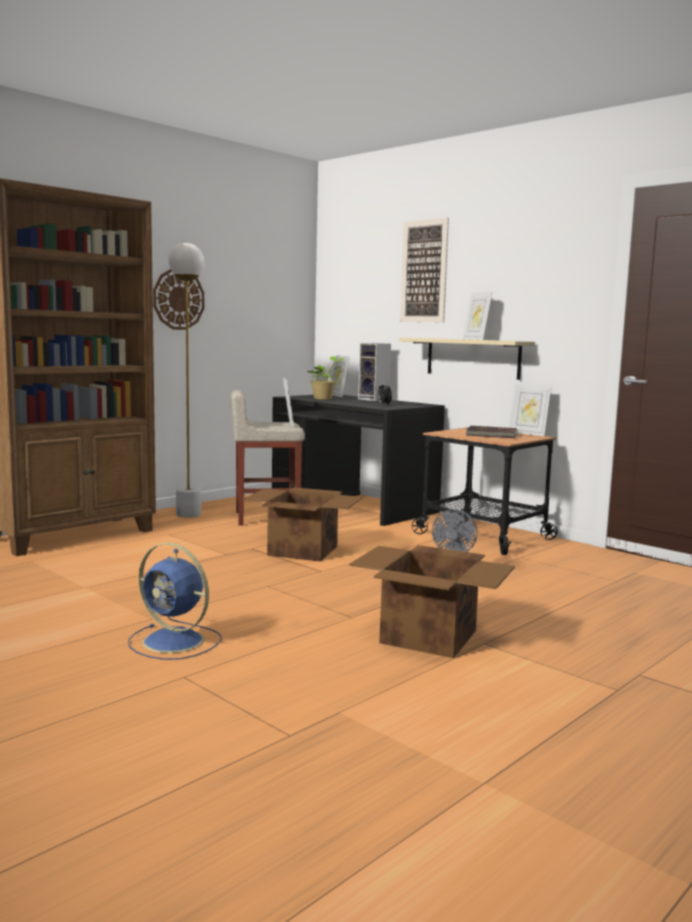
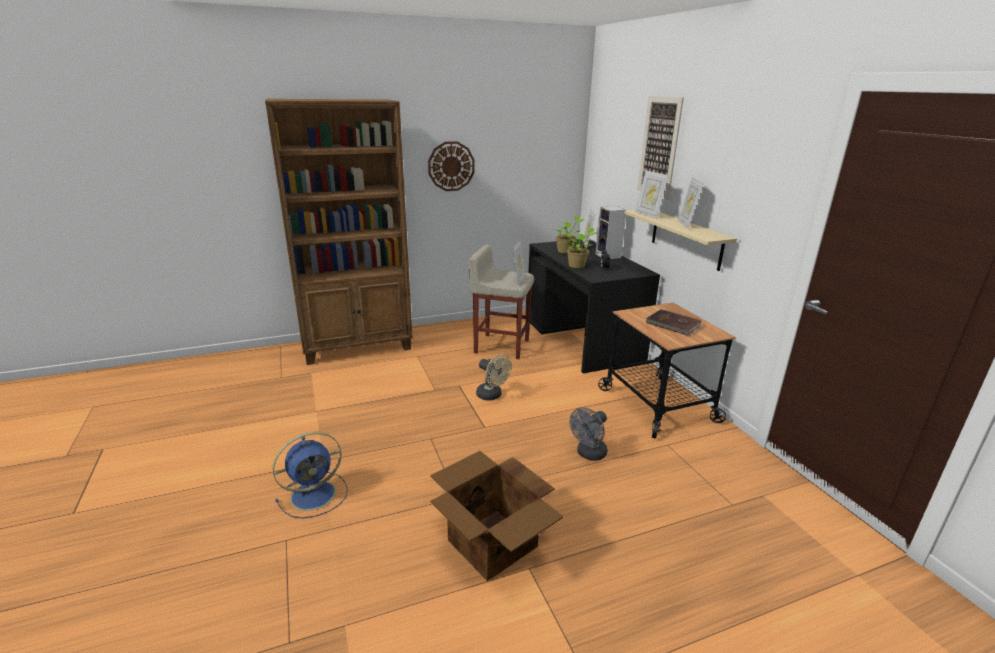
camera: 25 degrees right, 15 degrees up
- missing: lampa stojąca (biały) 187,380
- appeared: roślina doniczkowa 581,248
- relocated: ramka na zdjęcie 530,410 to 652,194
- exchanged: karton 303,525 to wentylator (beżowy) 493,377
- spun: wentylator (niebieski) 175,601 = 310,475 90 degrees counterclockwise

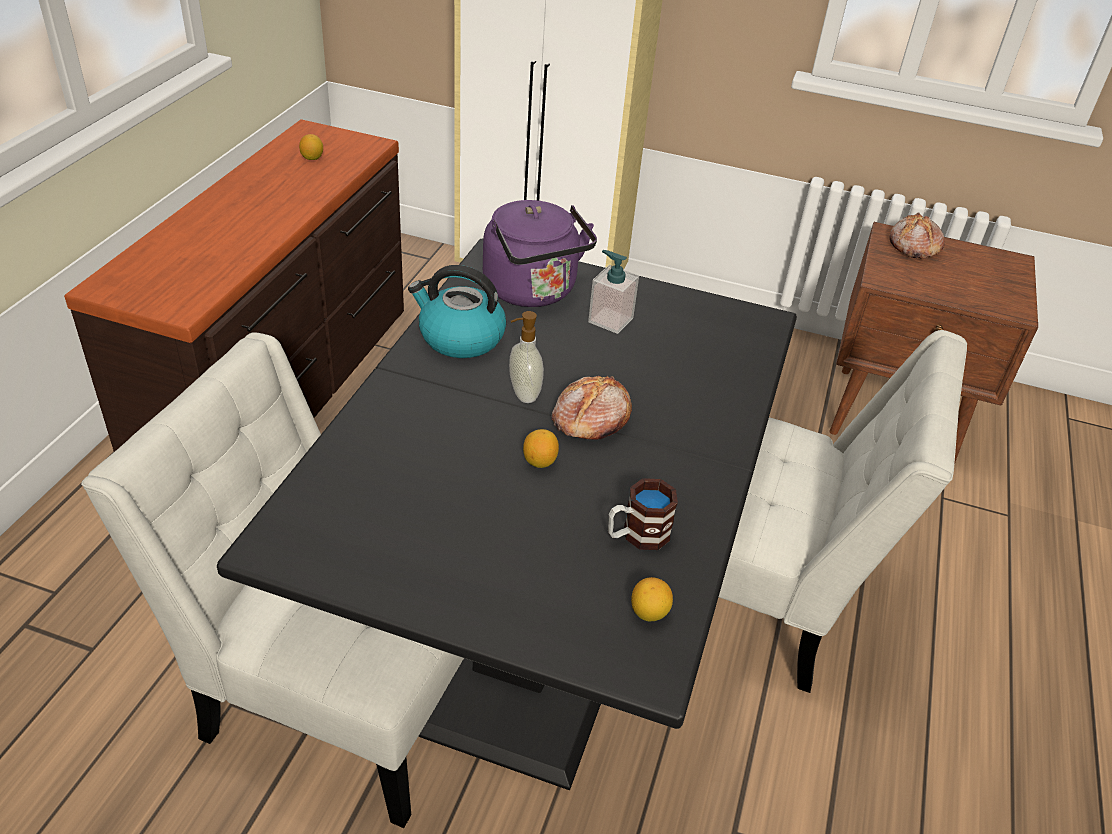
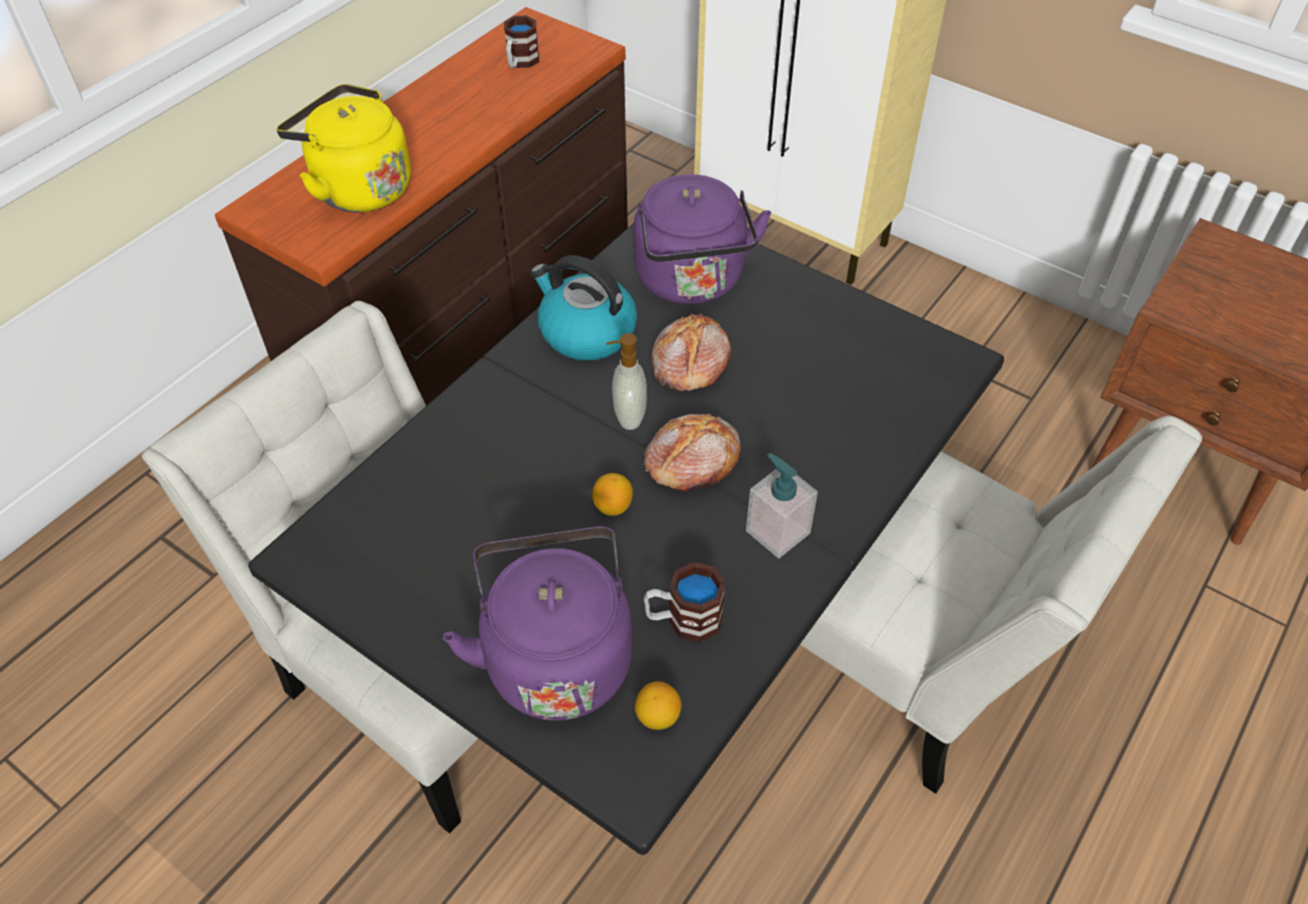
camera: 20 degrees right, 10 degrees up
- appeared: czajnik (żółty) 343,148
- appeared: czajnik (fioletowy) 537,623
- relocated: dozownik mydła 613,292 to 782,505
- relocated: chleb 917,235 to 691,352
- exchanged: cytryna 311,147 to kubek 521,42

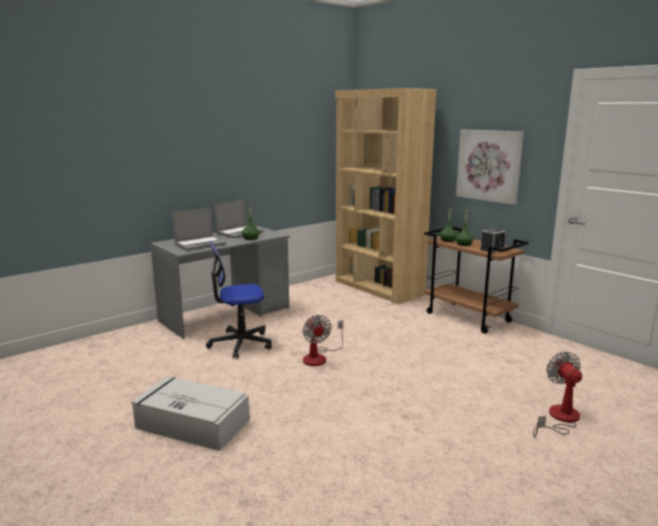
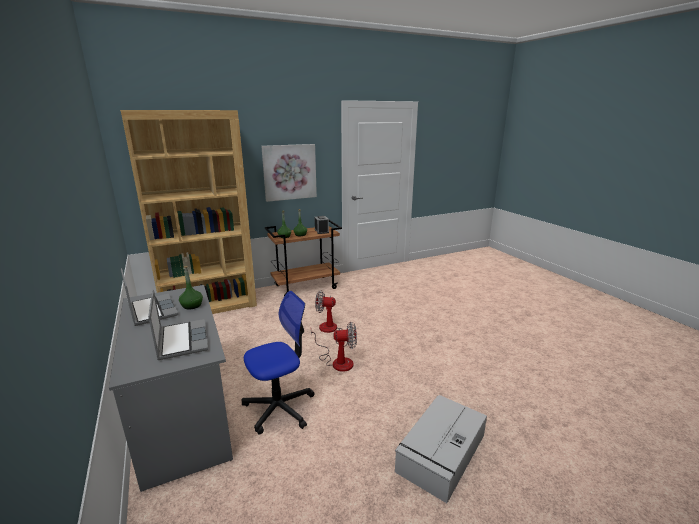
camera: 75 degrees left, 5 degrees up
- relocated: wentylator 557,394 to 331,318
- spun: krzesło biurowe 239,300 = 278,362 120 degrees counterclockwise

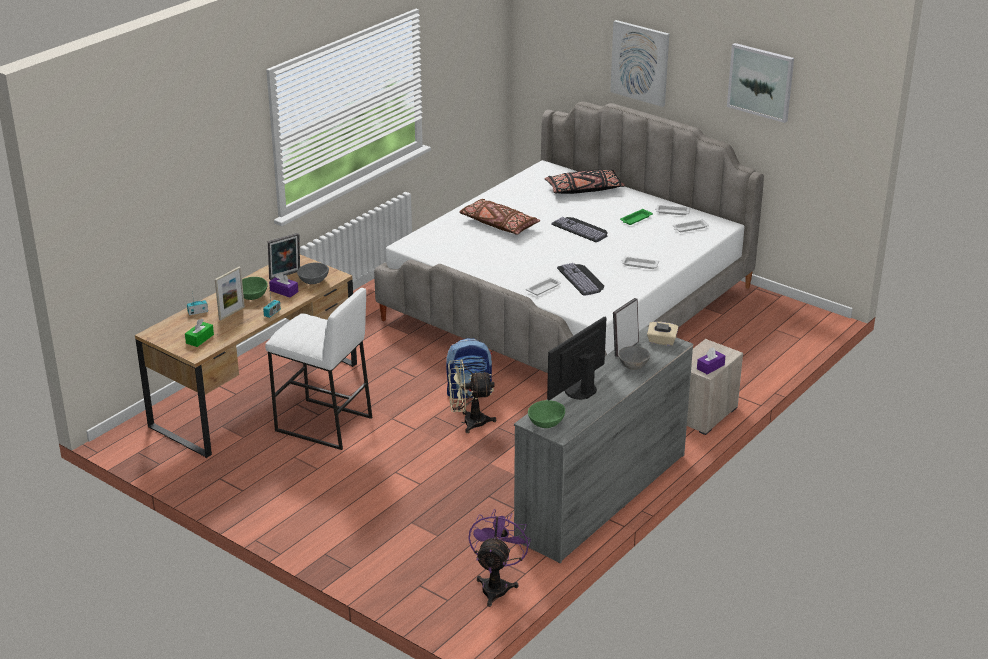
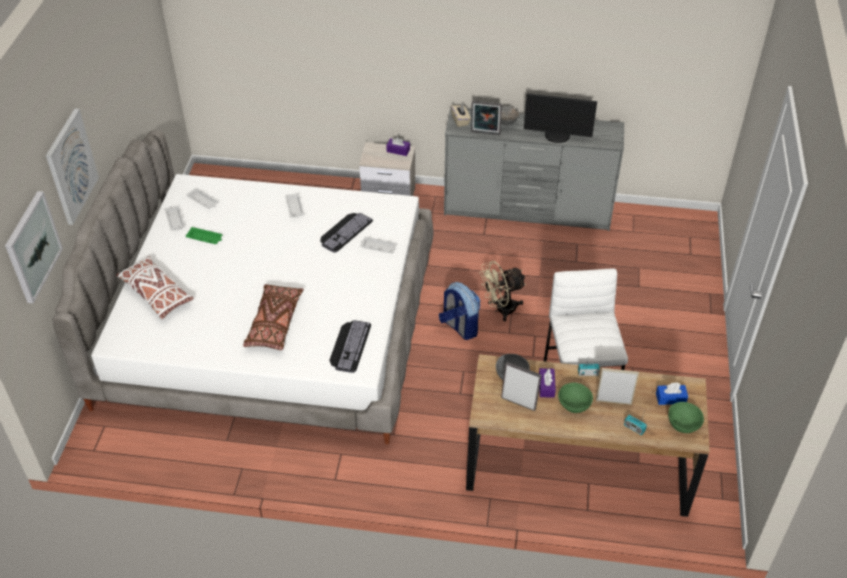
camera: 120 degrees left, 15 degrees up
- missing: wentylator (fioletowy) 499,558
- relocated: miska (zielony) 546,414 to 686,417
- relocated: klawiatura 579,229 to 350,346
- relocated: obraz 760,83 to 34,247
- colour: pudełko chusteczek (zielony) 199,333 to pudełko chusteczek (niebieski) 672,393
- colour: poduszka (czarny) 584,181 to poduszka (biały) 155,287
- spun: wentylator (beżowy) 472,396 = 503,291 105 degrees clockwise

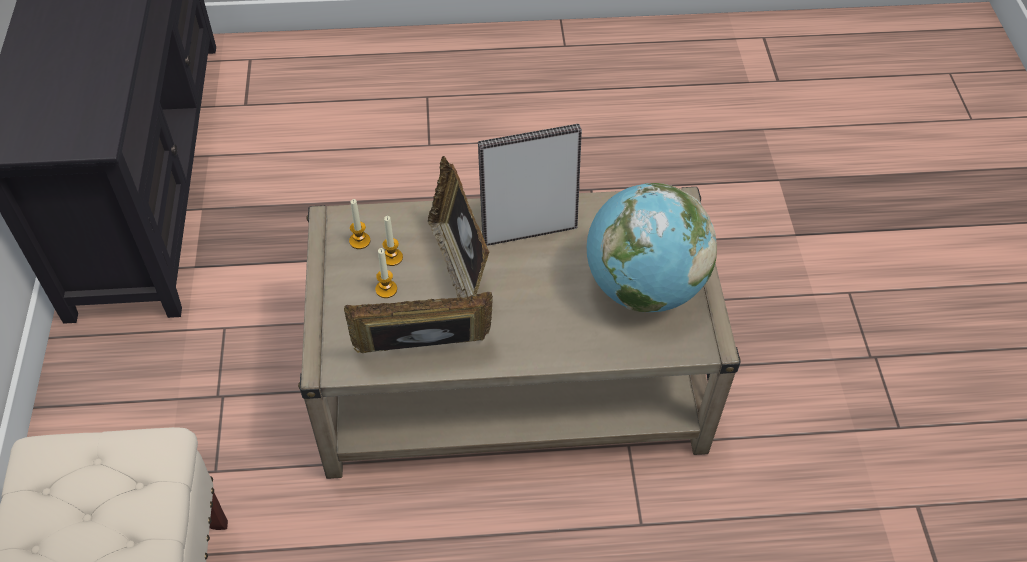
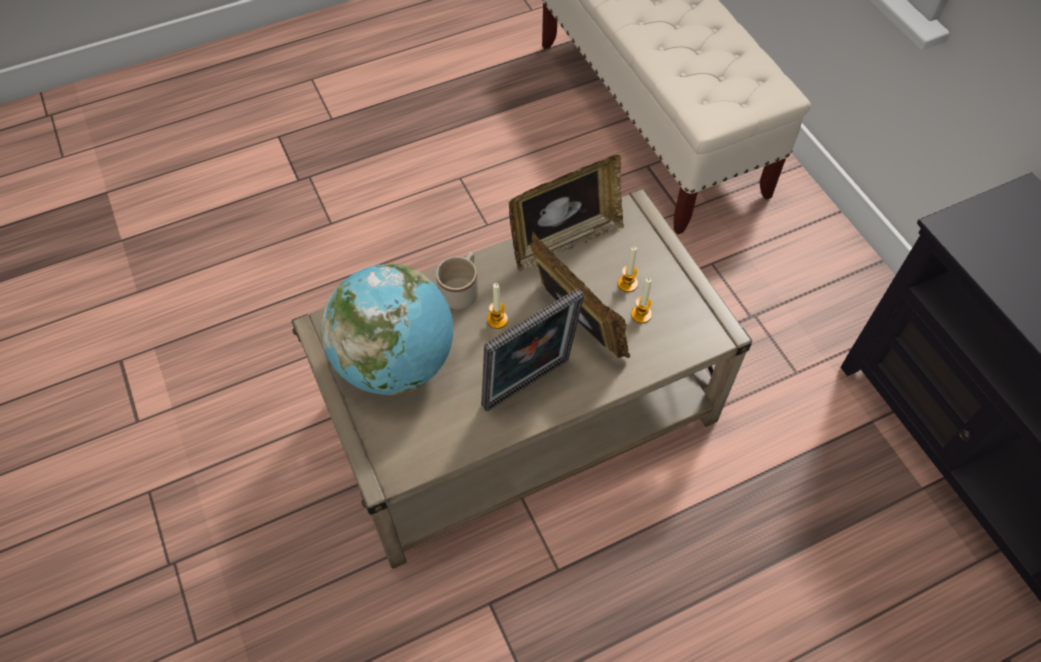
camera: 160 degrees right, 5 degrees up
- appeared: kubek (beżowy) 457,280
- relocated: świeca 360,224 to 497,306

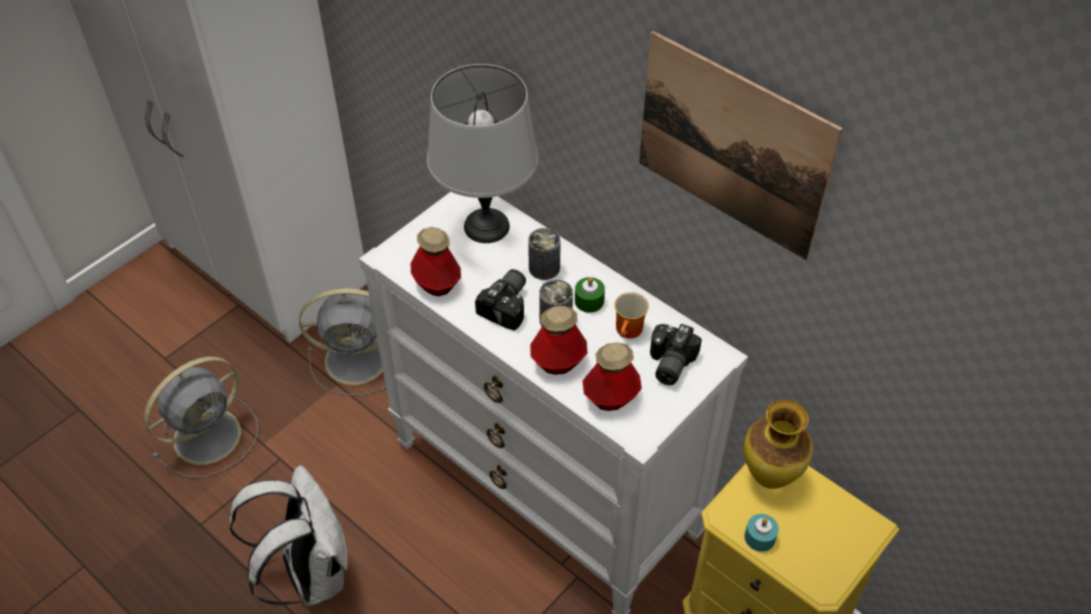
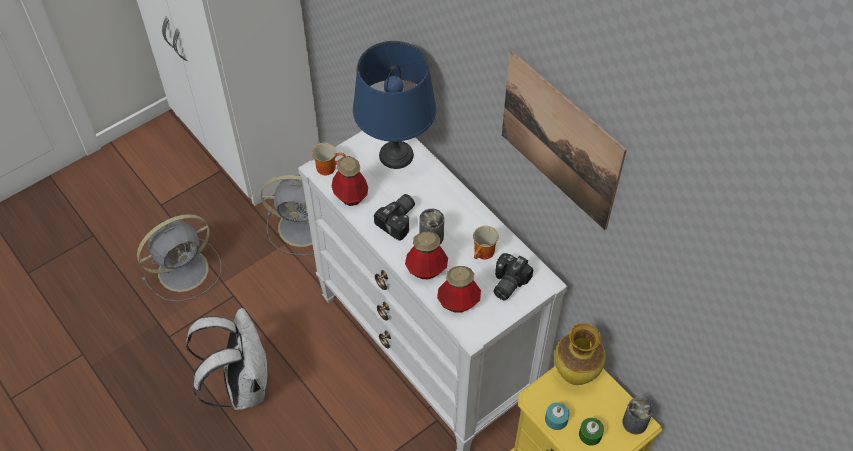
camera: 10 degrees right, 5 degrees up
- appeared: kubek 329,159
- relocated: puszka 544,254 to 637,415
- relocated: świeca (zielony) 590,295 to 591,432
- colour: lampa stołowa (szary) 483,153 to lampa stołowa (niebieski) 394,105

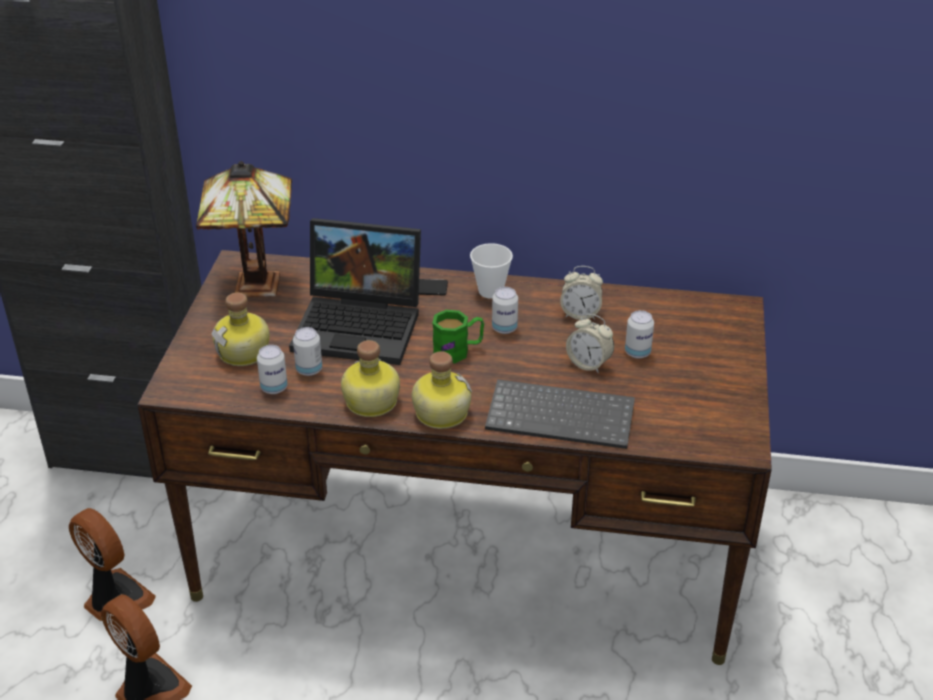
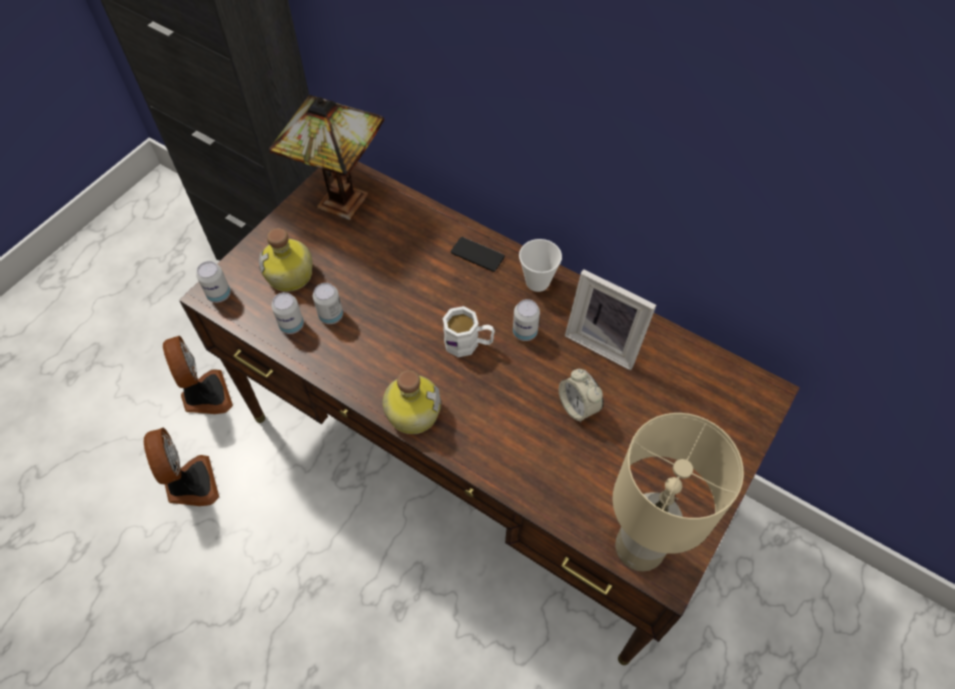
camera: 25 degrees right, 20 degrees up
- missing: laptop 355,291
- missing: butelka 370,378
- missing: klawiatura 560,414
- appeared: lampa stołowa (beżowy) 678,492
- relocated: puszka 639,334 to 213,282
- exchanged: budzik 581,293 to ramka na zdjęcie 610,319
- colour: kubek (zielony) 458,336 to kubek (biały) 469,331

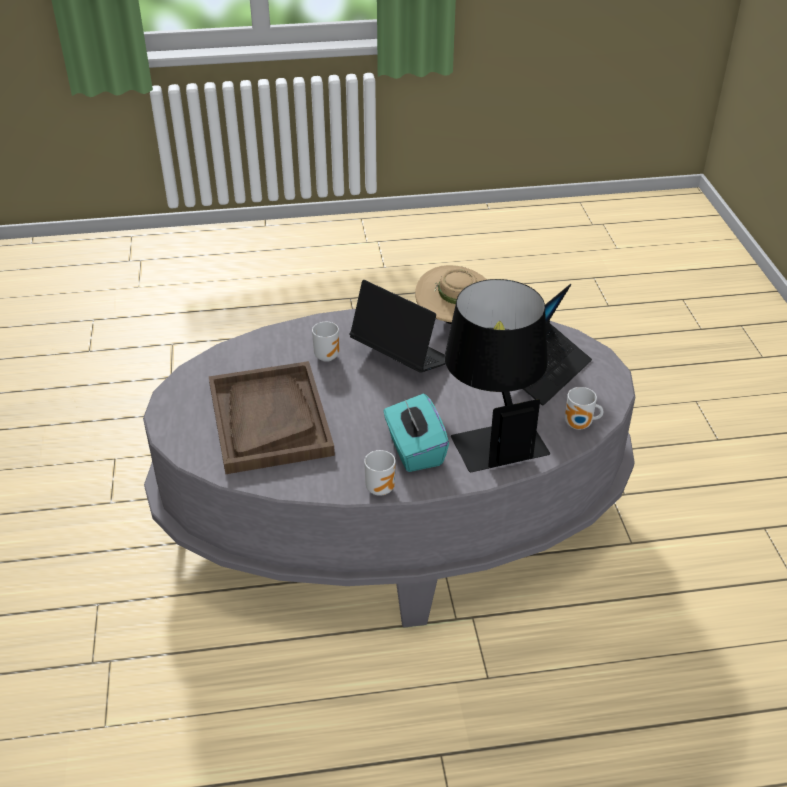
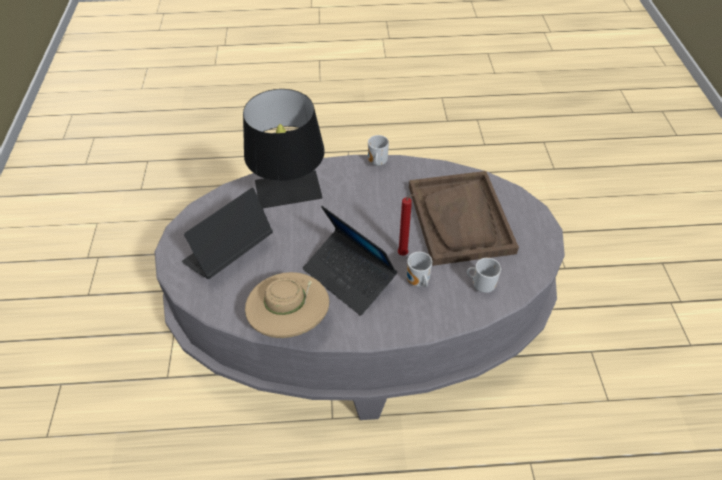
camera: 175 degrees left, 10 degrees up
- missing: pudełko chusteczek (turkusowy) 416,433
- appeared: świeca (czerwony) 408,224
- relocated: kubek 584,408 to 484,275

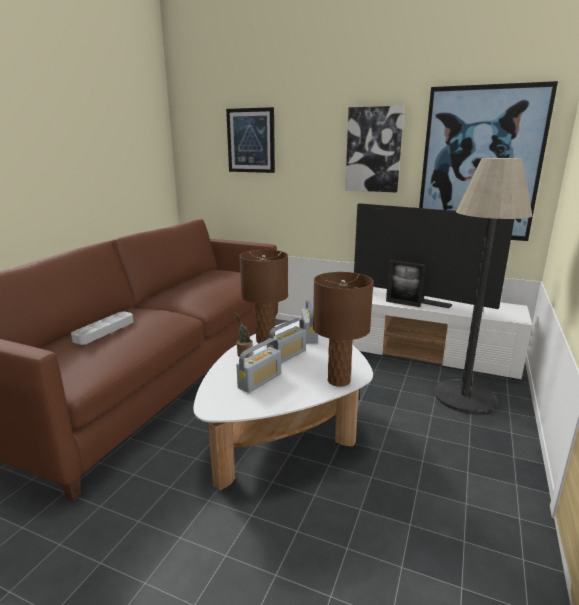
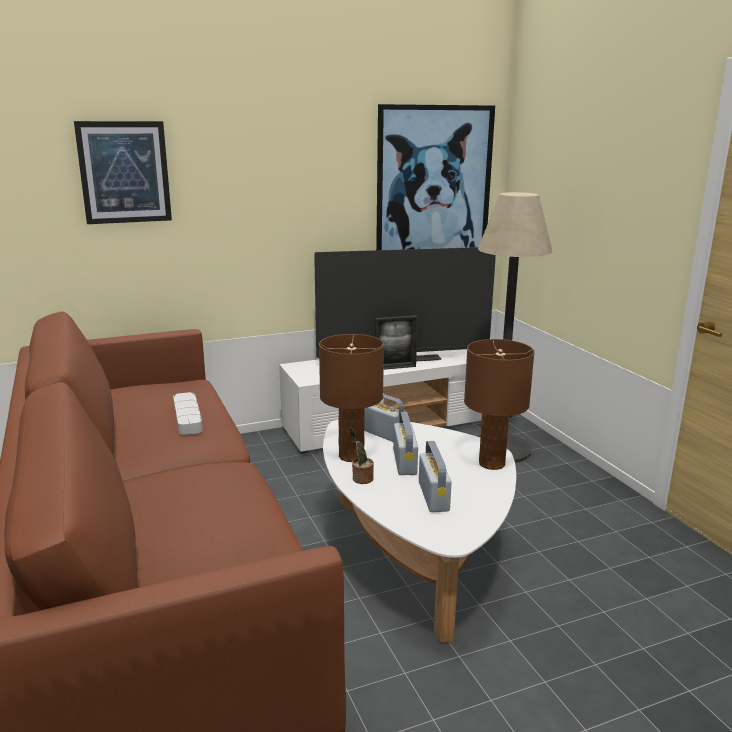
camera: 45 degrees left, 0 degrees up
- missing: obraz 374,149
- relocated: taca (szary) 102,328 to 188,413

